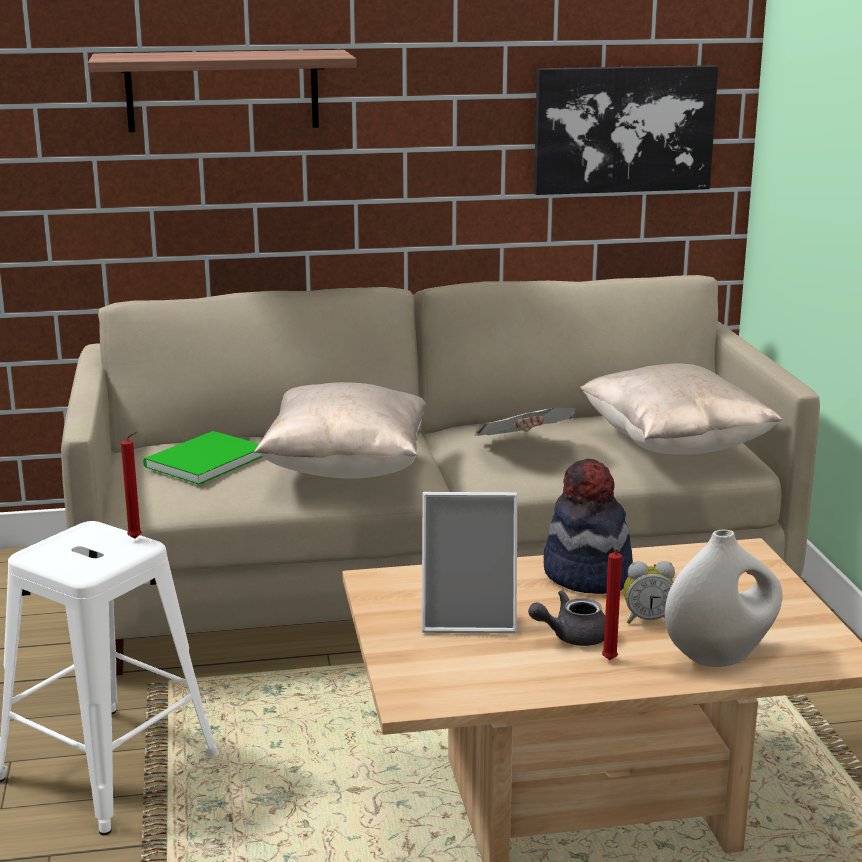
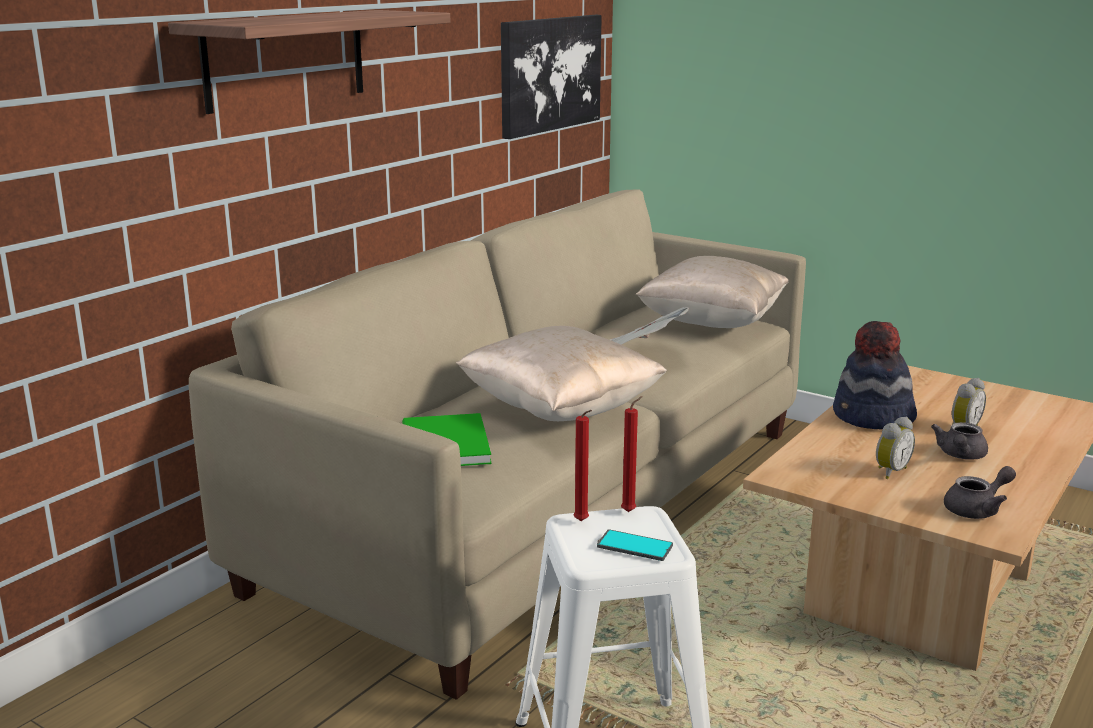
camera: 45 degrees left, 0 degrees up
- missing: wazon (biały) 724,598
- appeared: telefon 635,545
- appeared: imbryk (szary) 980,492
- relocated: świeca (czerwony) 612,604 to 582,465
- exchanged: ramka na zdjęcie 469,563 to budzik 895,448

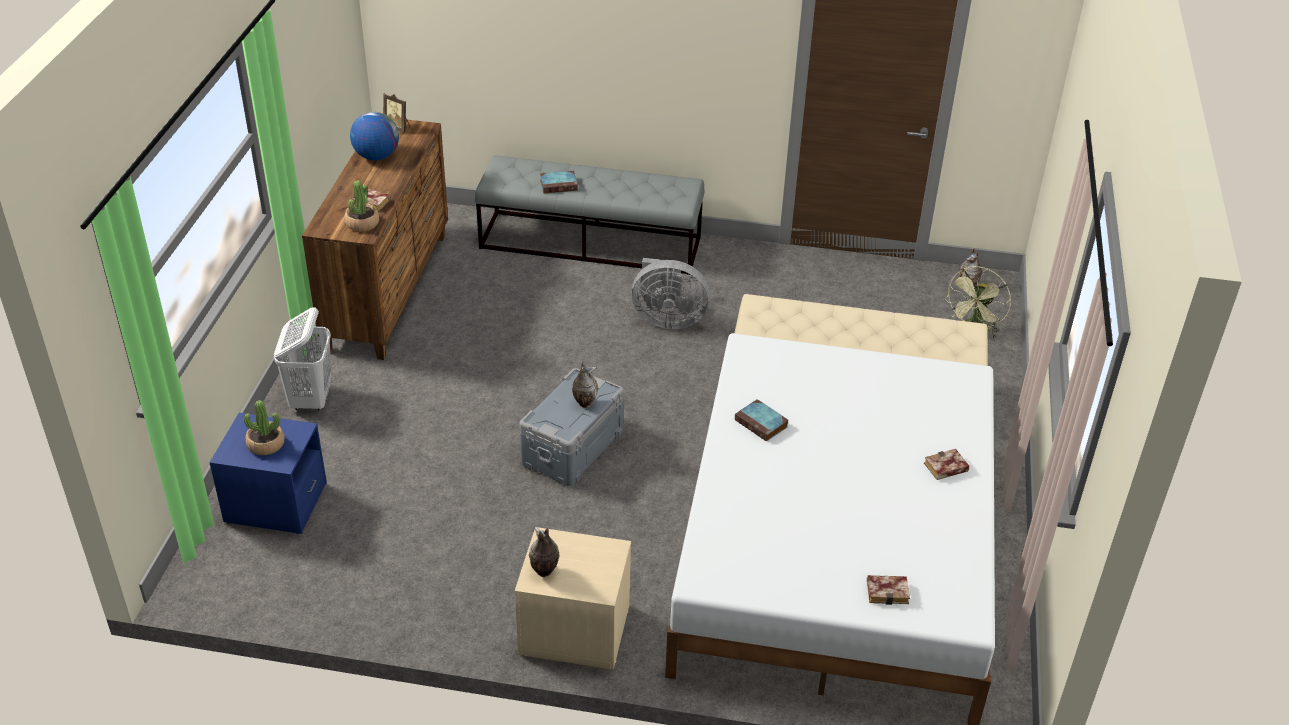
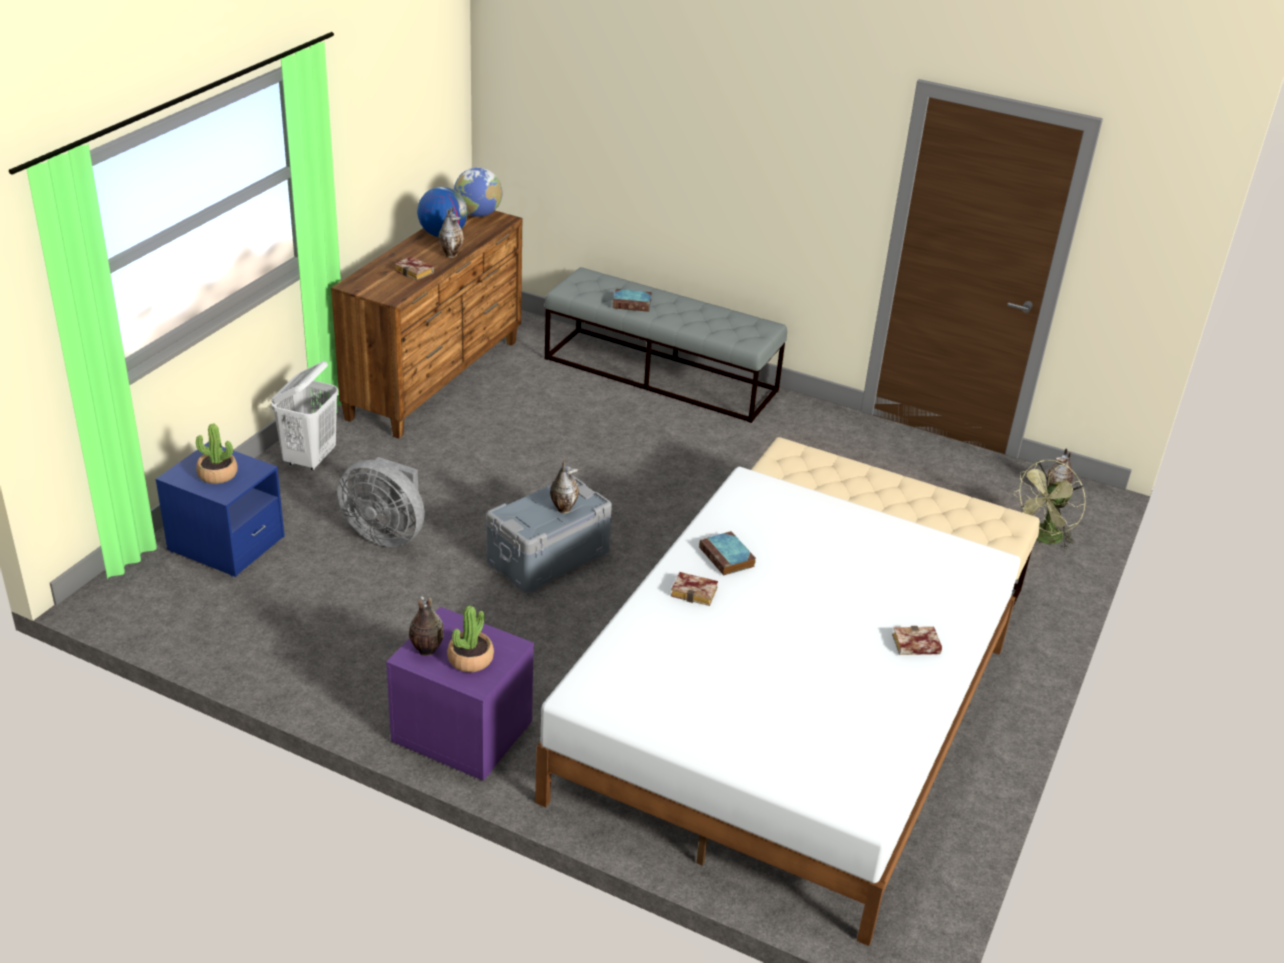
camera: 15 degrees right, 5 degrees down
- appeared: wazon 451,232
- relocated: roślina doniczkowa 361,206 to 470,639
- relocated: wentylator (szary) 671,293 to 381,502
- relocated: książka 888,590 to 694,589
- exchanged: ramka na zdjęcie 396,113 to globus 478,192
- colour: szafka nocna (beżowy) 573,598 to szafka nocna (fioletowy) 460,694

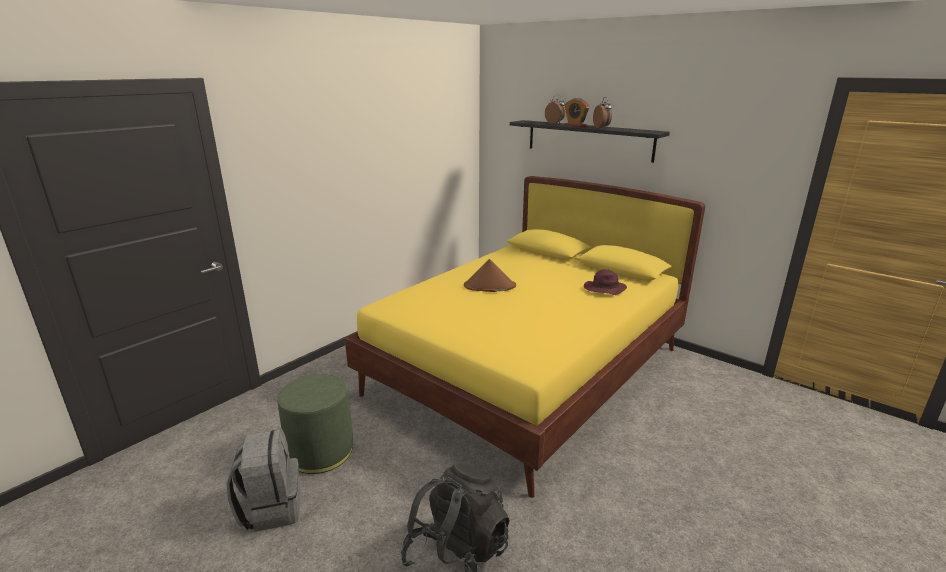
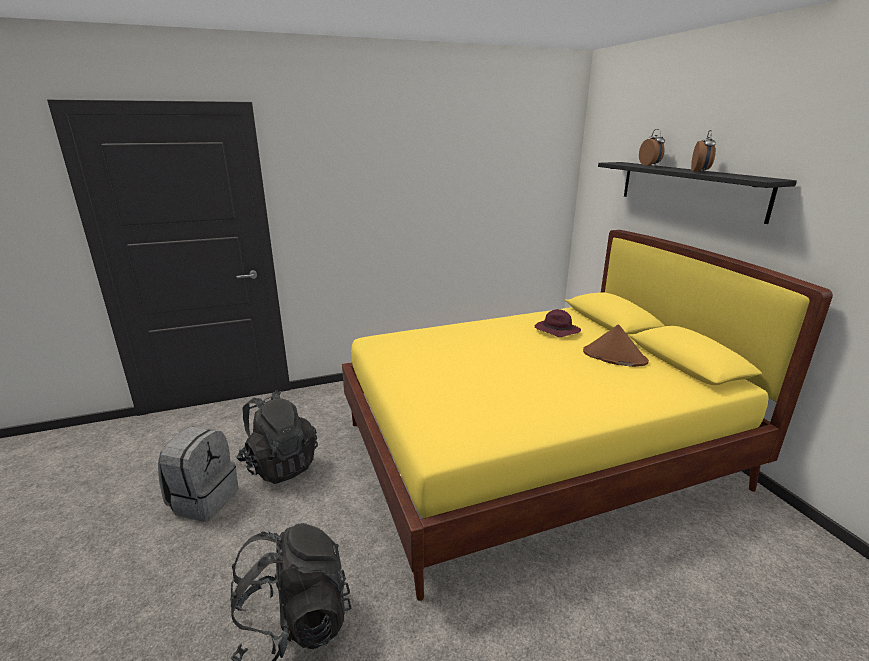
camera: 30 degrees right, 0 degrees up
- missing: budzik 577,112
- relocated: kapelusz (brązowy) 490,275 to 616,345
- relocated: kapelusz (fioletowy) 605,282 to 558,323
- exchanged: pufa (zielony) 315,424 to plecak (czarny) 277,437

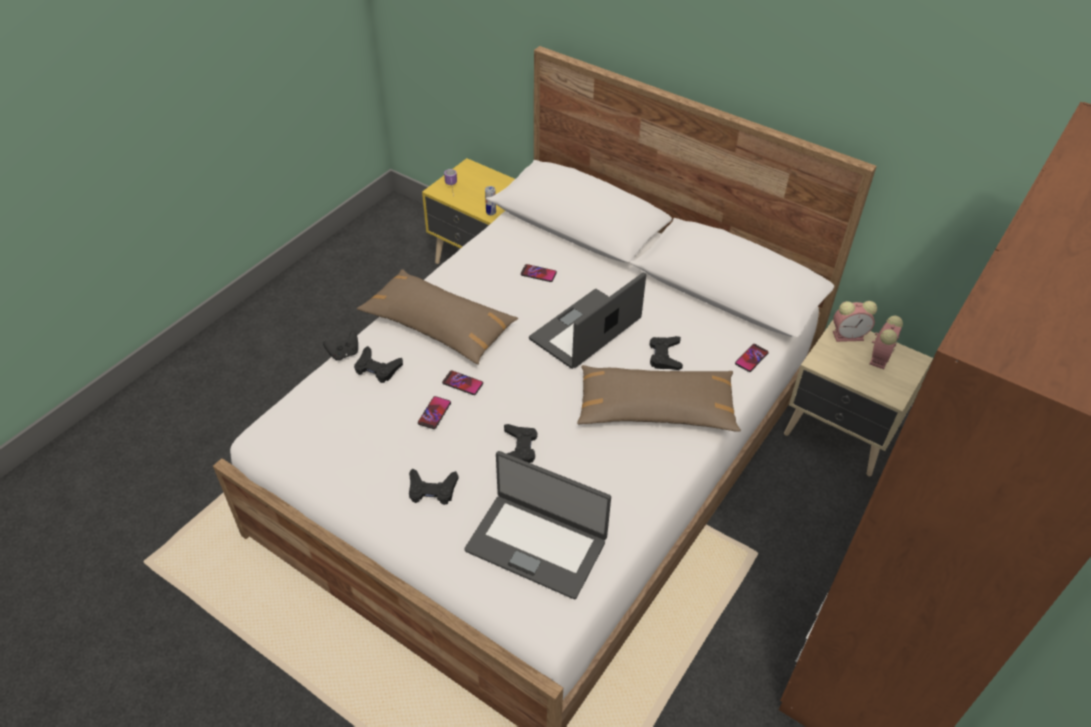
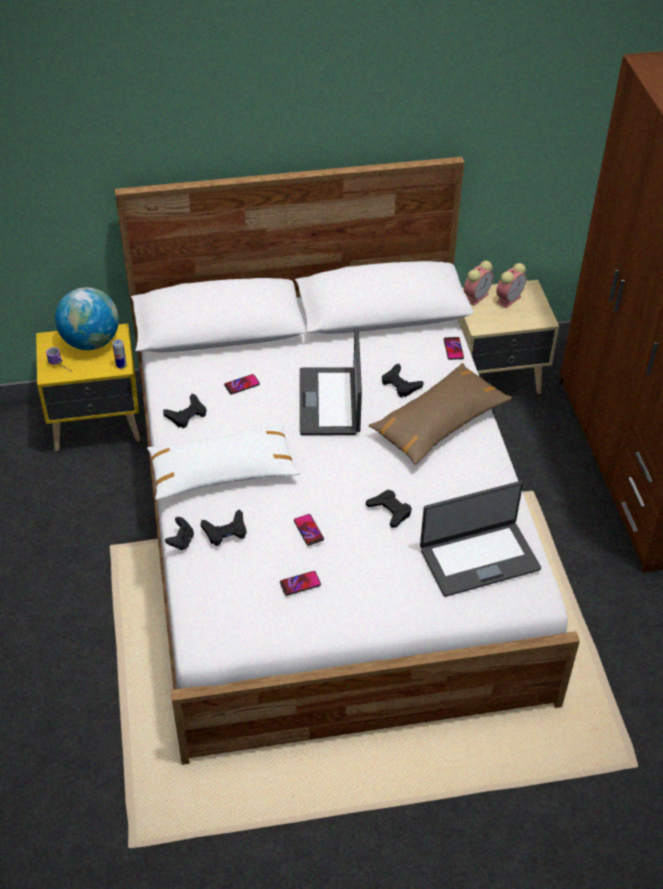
camera: 45 degrees left, 0 degrees up
- appeared: globus 87,318
- relocated: pad do gier (czarny) 434,486 to 185,410
- relocated: telefon 462,383 to 300,583
- colour: poduszka (brązowy) 437,316 to poduszka (biały) 224,461
- spun: budzik 886,342 = 511,285 60 degrees clockwise

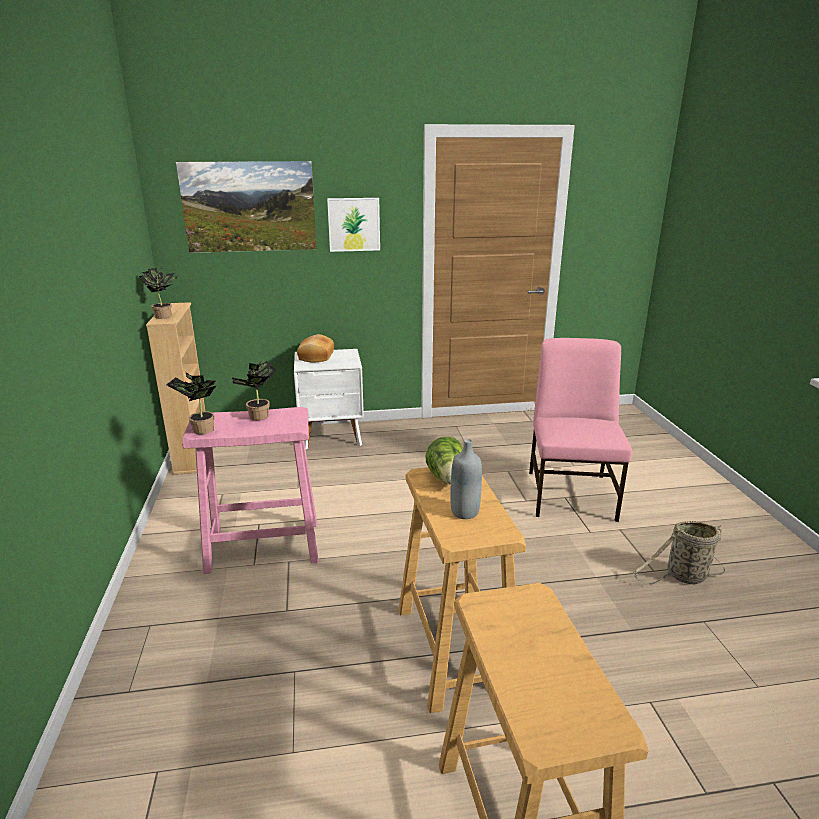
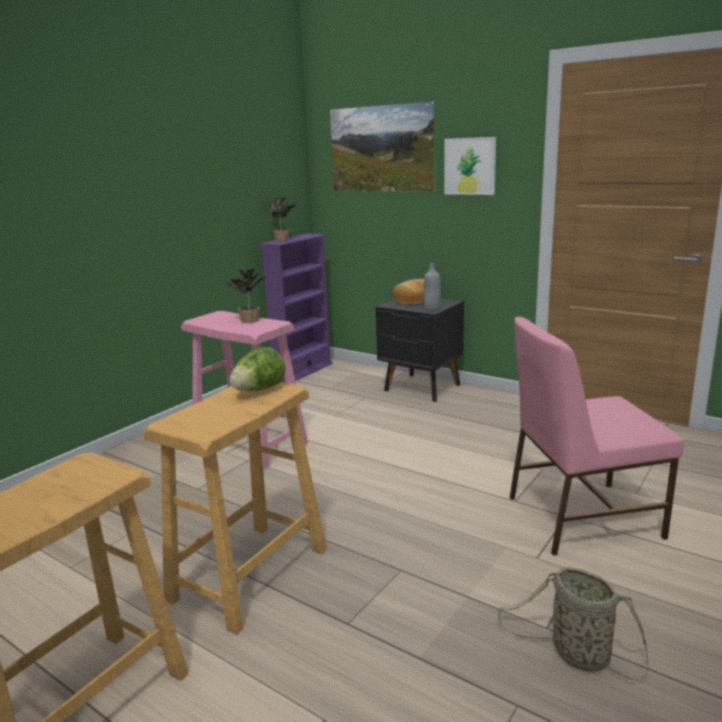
camera: 45 degrees right, 5 degrees down
- missing: roślina doniczkowa 191,403
- relocated: butelka (szary) 466,479 to 432,286
- colour: regał (beżowy) 175,388 to regał (fioletowy) 296,307
- colour: szafka nocna (biały) 329,399 to szafka nocna (czarny) 420,350
- spun: krzesło (różowy) 580,430 = 597,436 150 degrees counterclockwise

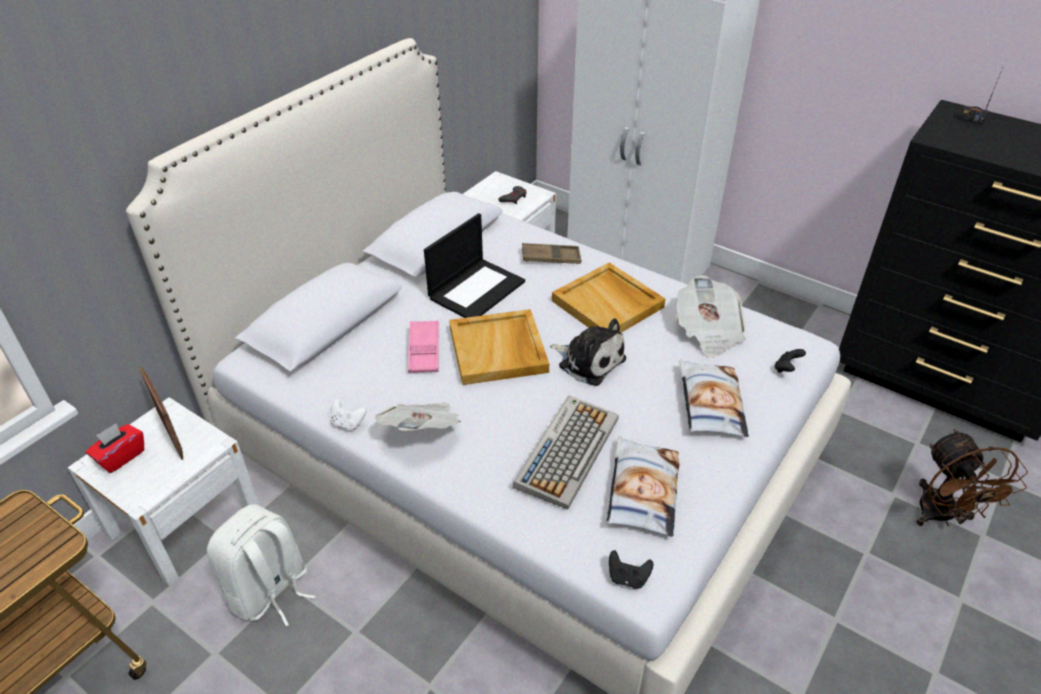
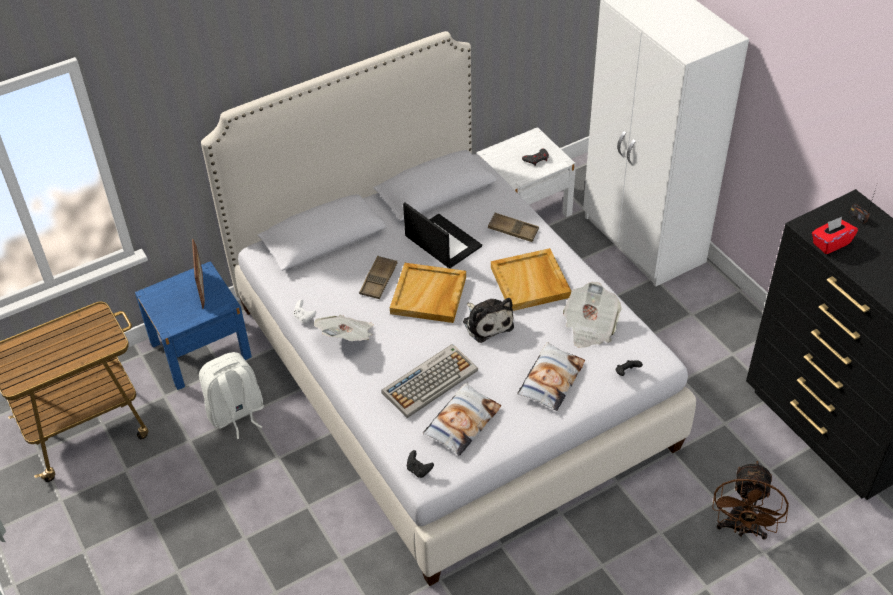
camera: 25 degrees right, 5 degrees up
- relocated: pudełko chusteczek (czerwony) 115,448 to 835,235
- colour: szafka nocna (biały) 163,492 to szafka nocna (niebieski) 193,325
- colour: taca (różowy) 423,346 to taca (brązowy) 378,277
- spun: laptop 474,265 = 442,235 105 degrees counterclockwise

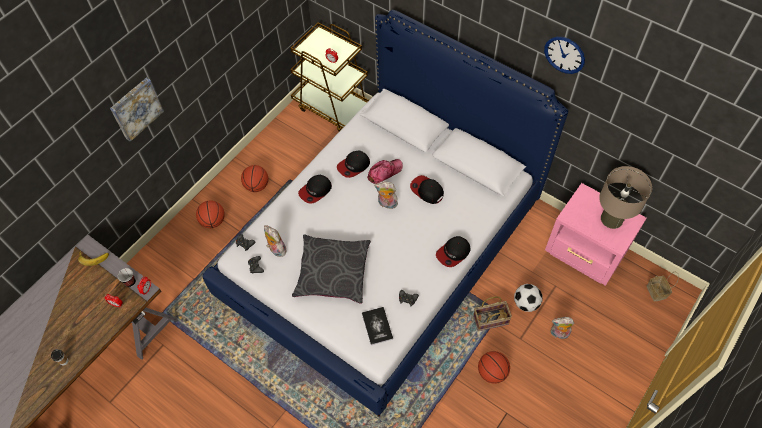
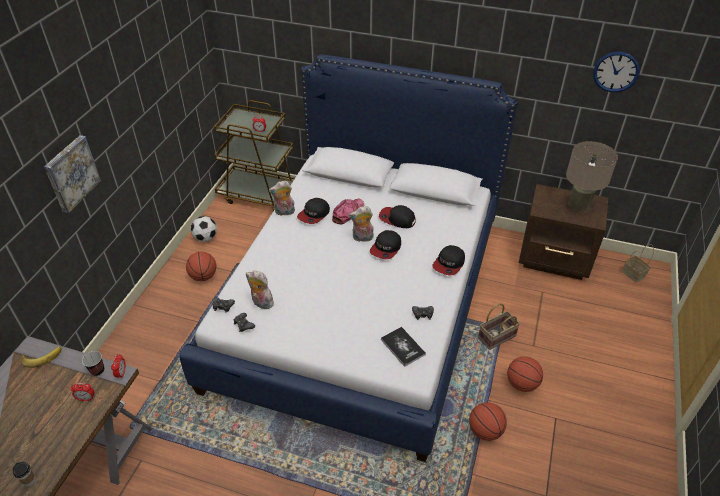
camera: 20 degrees left, 15 degrees down
- missing: poduszka (szary) 331,269
- relocated: piłka do koszykówki 210,214 to 488,421
- relocated: czapka z daszkiem 315,189 to 385,244
- relocated: piłka futbolowa 528,298 to 204,229
- relocated: zegar ścienny 564,55 to 616,72
- relocated: pluszak 562,328 to 282,198
- colour: szafka nocna (różowy) 596,234 to szafka nocna (brązowy) 563,232

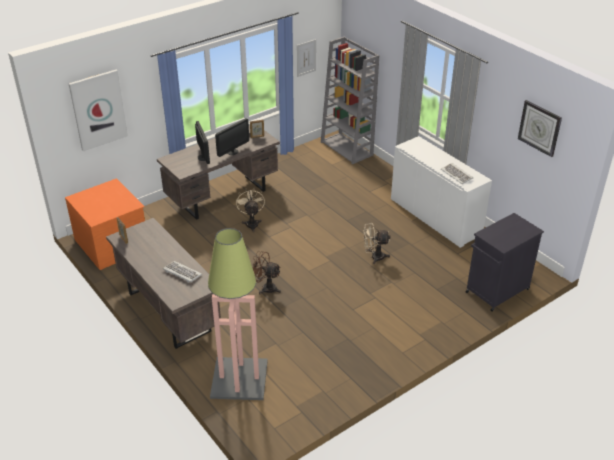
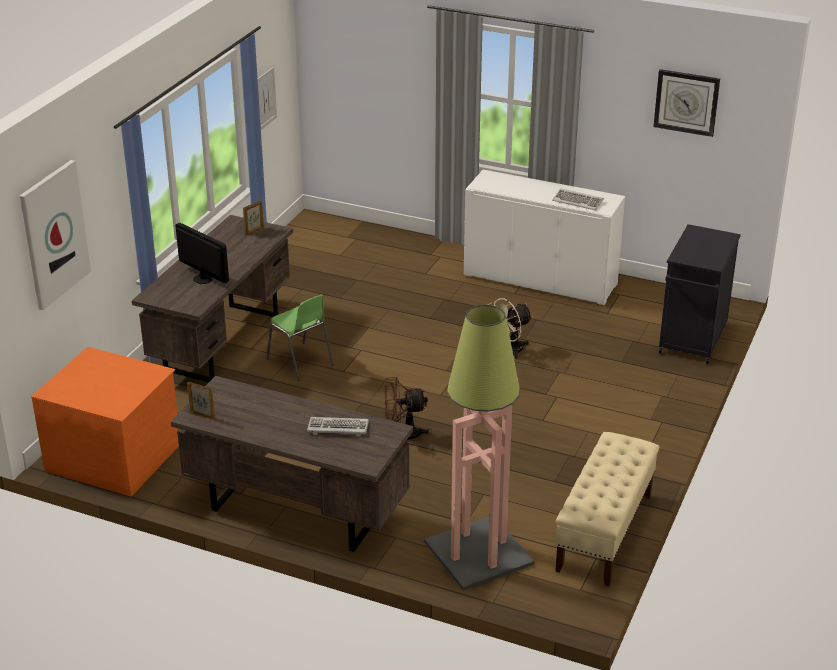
camera: 30 degrees left, 5 degrees down
- missing: monitor 232,137
- missing: regał (szary) 350,100
- appeared: ławka (beżowy) 607,509
- exchanged: wentylator (beżowy) 250,210 to krzesło (zielony) 300,338

